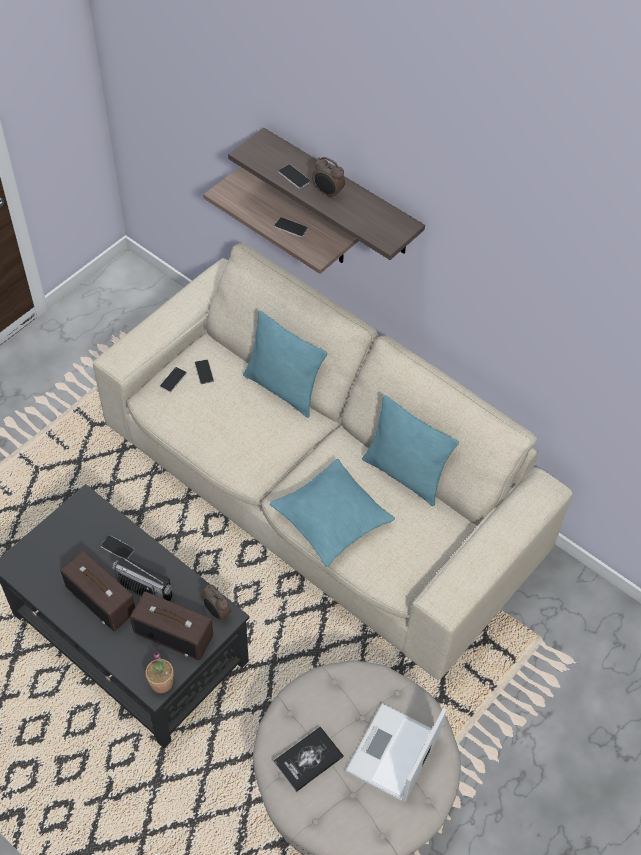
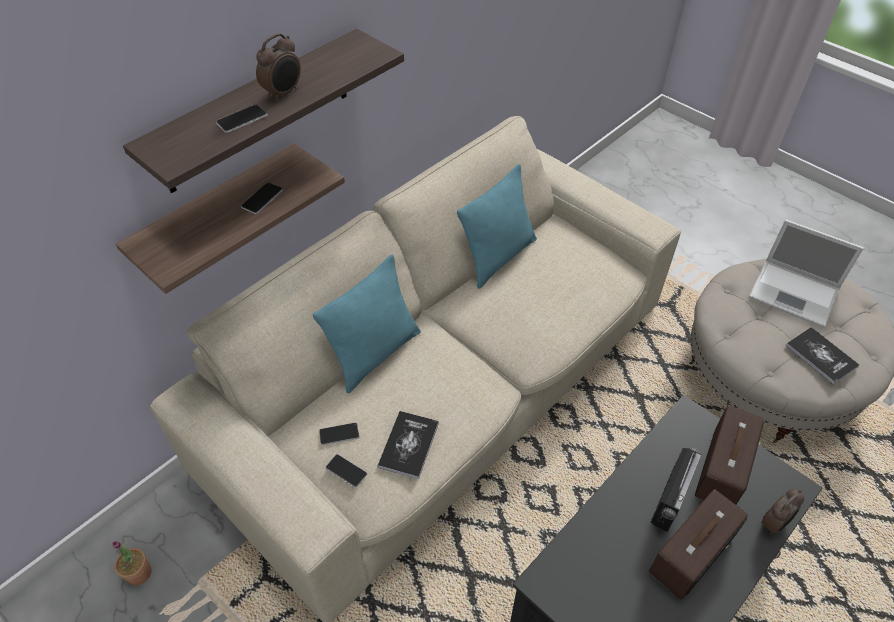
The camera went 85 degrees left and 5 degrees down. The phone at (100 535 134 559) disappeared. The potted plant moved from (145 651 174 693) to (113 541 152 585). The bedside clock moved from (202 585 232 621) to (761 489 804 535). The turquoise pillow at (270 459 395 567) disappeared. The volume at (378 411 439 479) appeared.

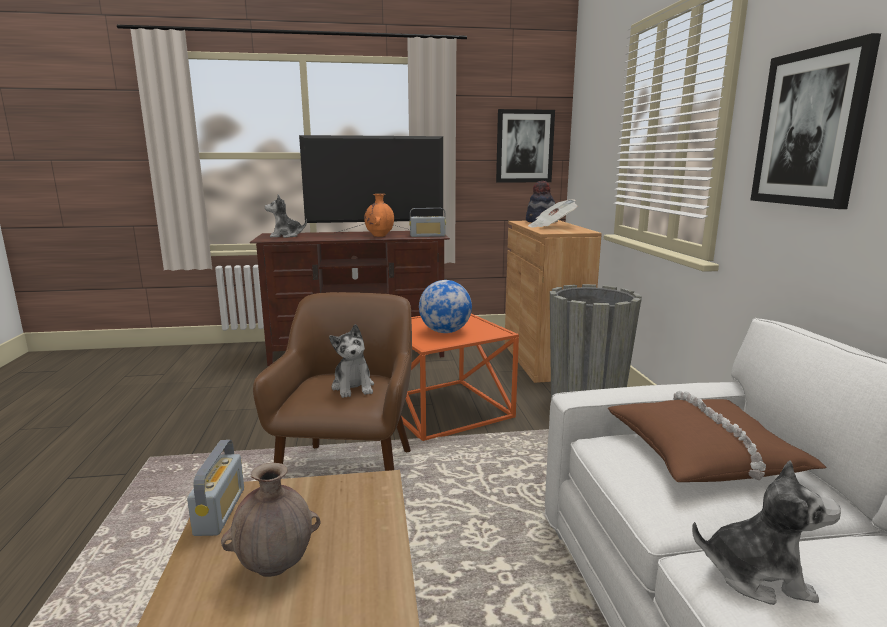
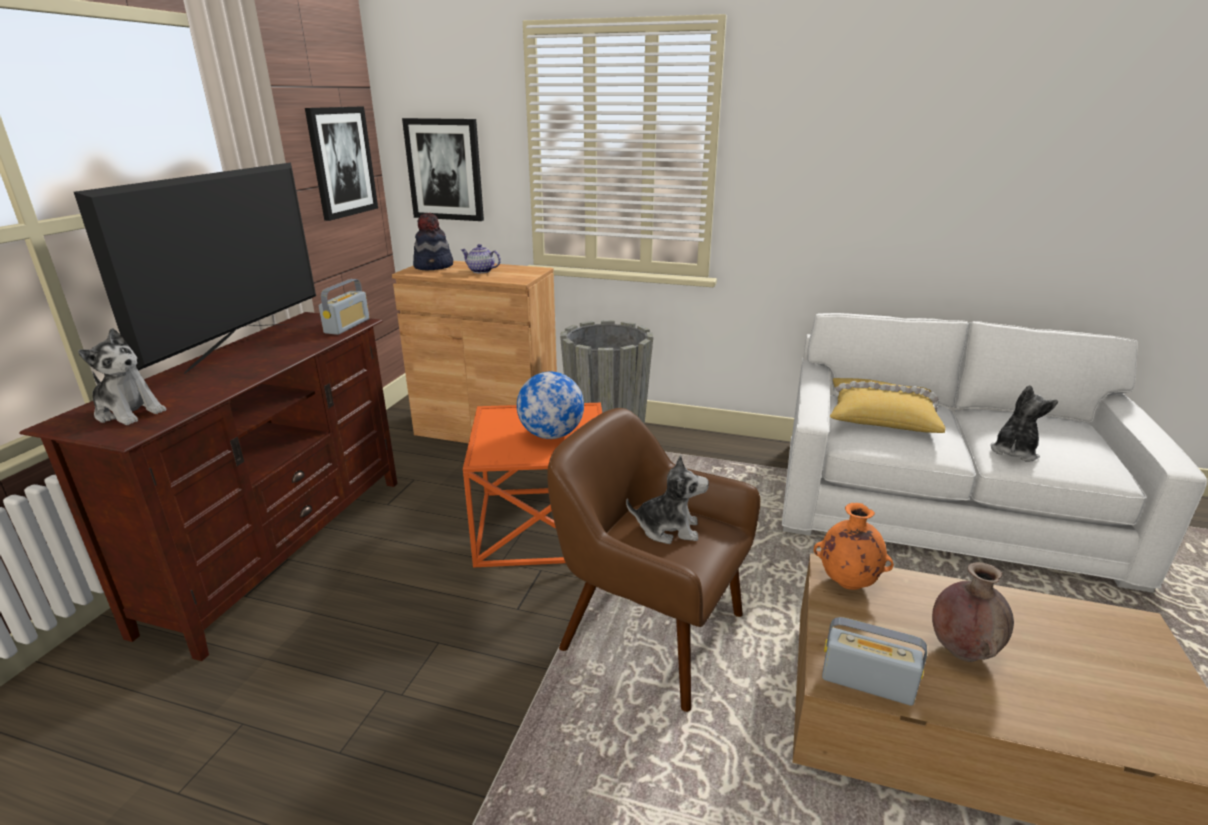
The camera went 65 degrees left and 10 degrees up. The cuddly toy at (265 194 307 238) turned 75 degrees counterclockwise. The orange vase moved from (364 194 394 237) to (814 503 894 590). The printed paper at (528 199 577 227) was replaced by the tea pot at (461 244 501 273). The brown-coloured pillow at (608 391 827 482) became the yellow-coloured pillow at (830 378 945 433). The wall picture moved from (751 33 881 209) to (402 118 484 221).

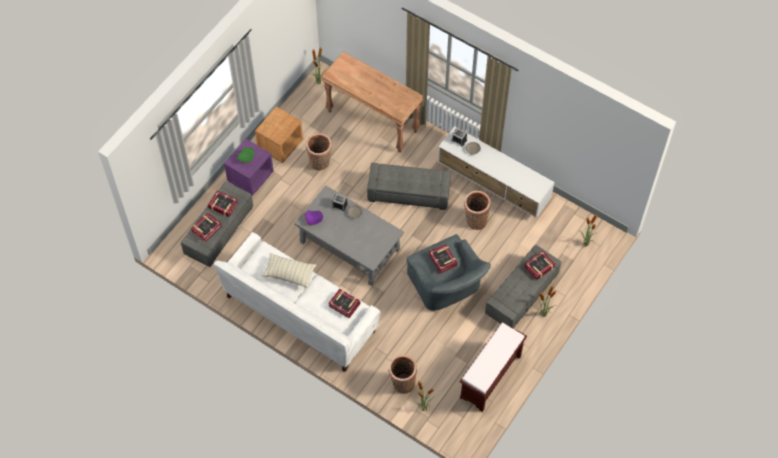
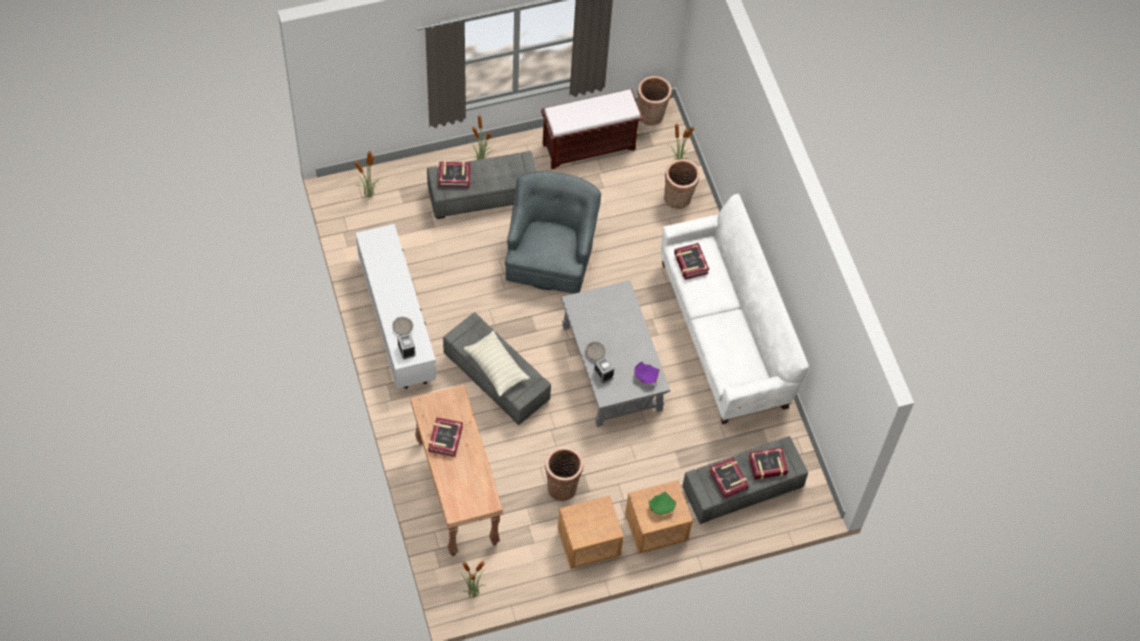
The camera went 145 degrees left and 0 degrees up. The purple bedside table at (224 139 274 196) became the brown-coloured bedside table at (625 480 693 554). The pillow moved from (261 253 317 288) to (463 331 530 397). The volume moved from (429 244 457 274) to (428 417 463 457). The household basket moved from (464 191 491 230) to (637 76 672 126).

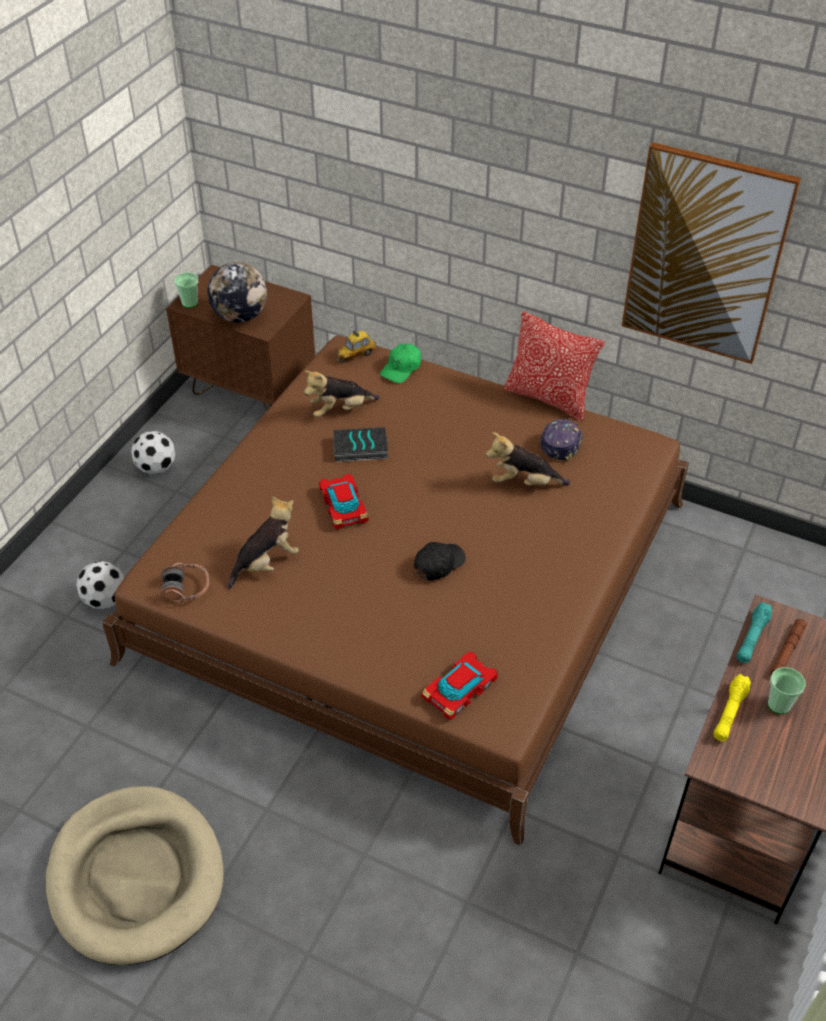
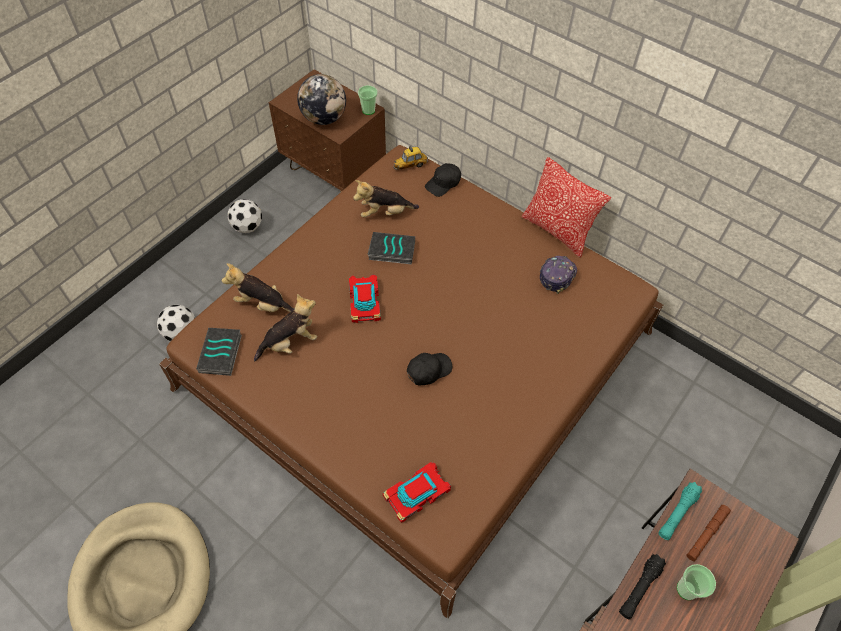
The camera went 10 degrees right and 10 degrees up. The headphones at (161 563 209 603) was replaced by the volume at (196 328 242 376). The drinking cup moved from (174 272 198 308) to (358 86 377 115). The green-coloured peaked cap at (380 344 421 383) became the black-coloured peaked cap at (425 163 461 197). The cuddly toy moved from (486 432 570 486) to (222 263 295 312). The wall picture at (622 142 801 364) disappeared. The yellow-coloured flashlight at (713 674 751 741) became the black-coloured flashlight at (619 554 666 620).

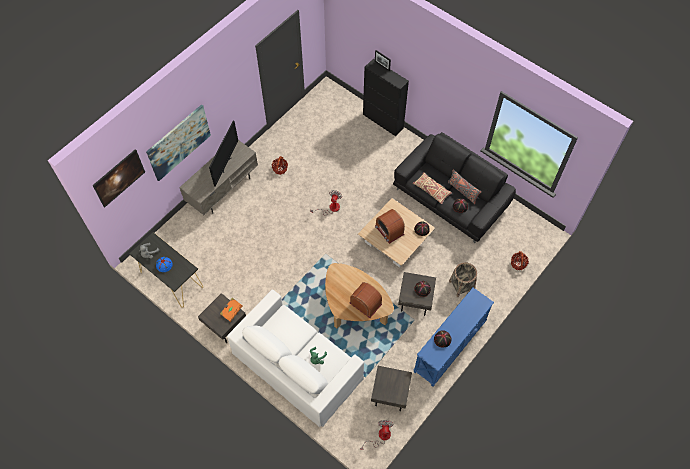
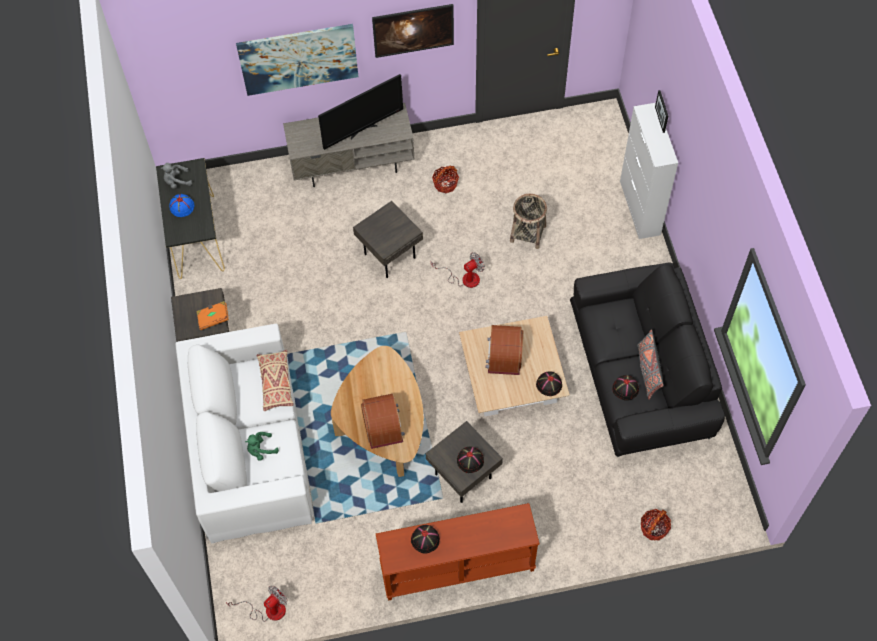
The camera went 40 degrees right and 0 degrees up. The wall picture moved from (92 149 145 207) to (372 4 454 58). The black-coloured storage cabinet at (363 59 409 136) became the white-coloured storage cabinet at (620 103 678 239). The gray accent table moved from (371 366 412 411) to (353 201 423 278). The sand-coloured pillow moved from (413 172 452 204) to (257 350 294 411). The blue-coloured hall table at (414 288 494 387) became the brown-coloured hall table at (376 503 540 601). The household basket moved from (449 262 477 297) to (510 194 547 249).

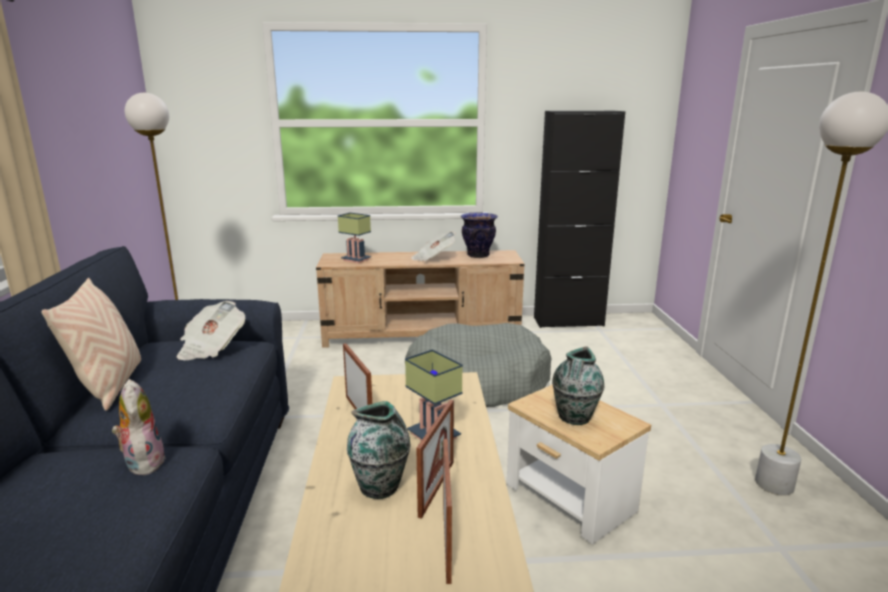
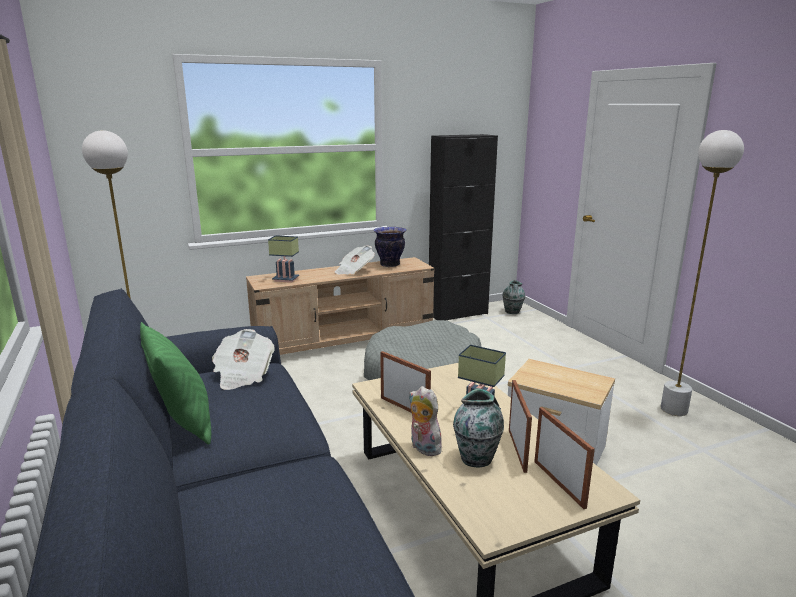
The camera went 20 degrees left and 0 degrees up. The sand-coloured pillow at (41 278 141 411) became the green-coloured pillow at (140 322 211 445). The cuddly toy moved from (112 379 166 475) to (409 386 446 456). The vase moved from (552 346 604 425) to (502 280 525 314).

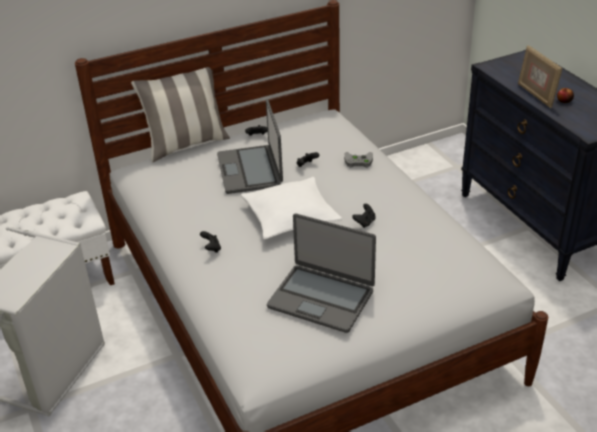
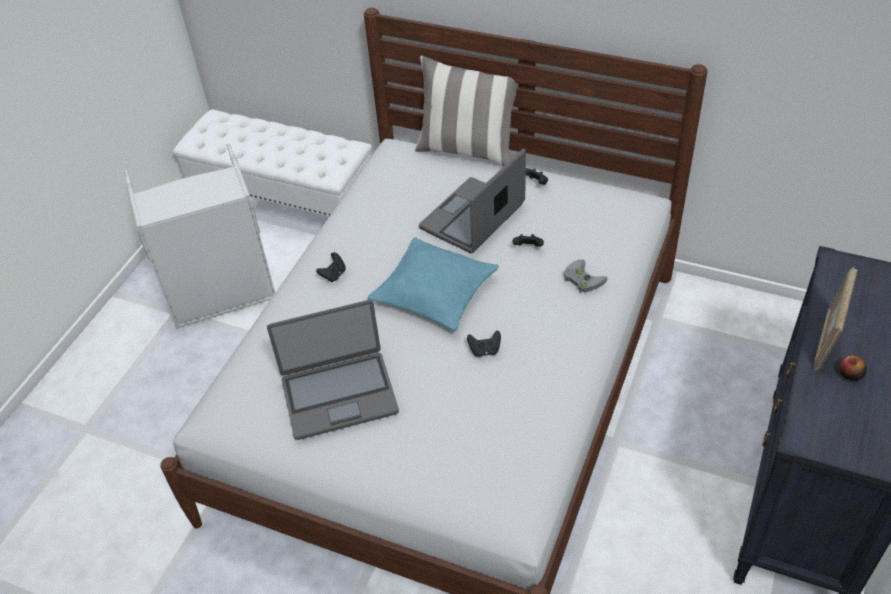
The camera went 50 degrees right and 10 degrees up. The white-coloured pillow at (241 177 342 240) became the turquoise pillow at (368 237 499 331). The laptop at (267 213 376 333) turned 90 degrees counterclockwise.

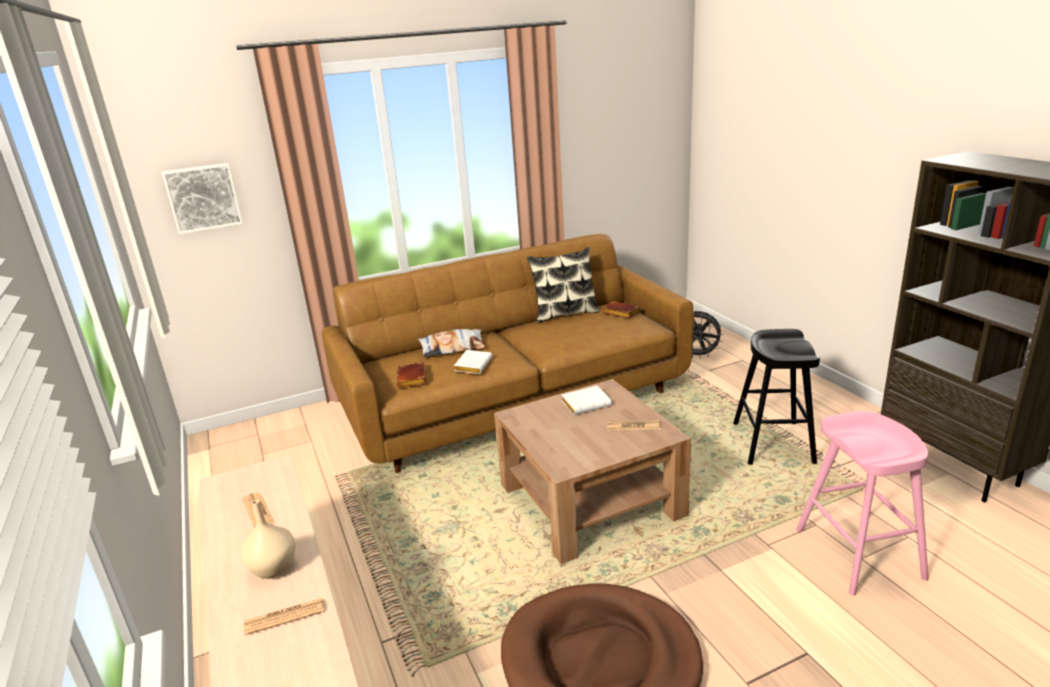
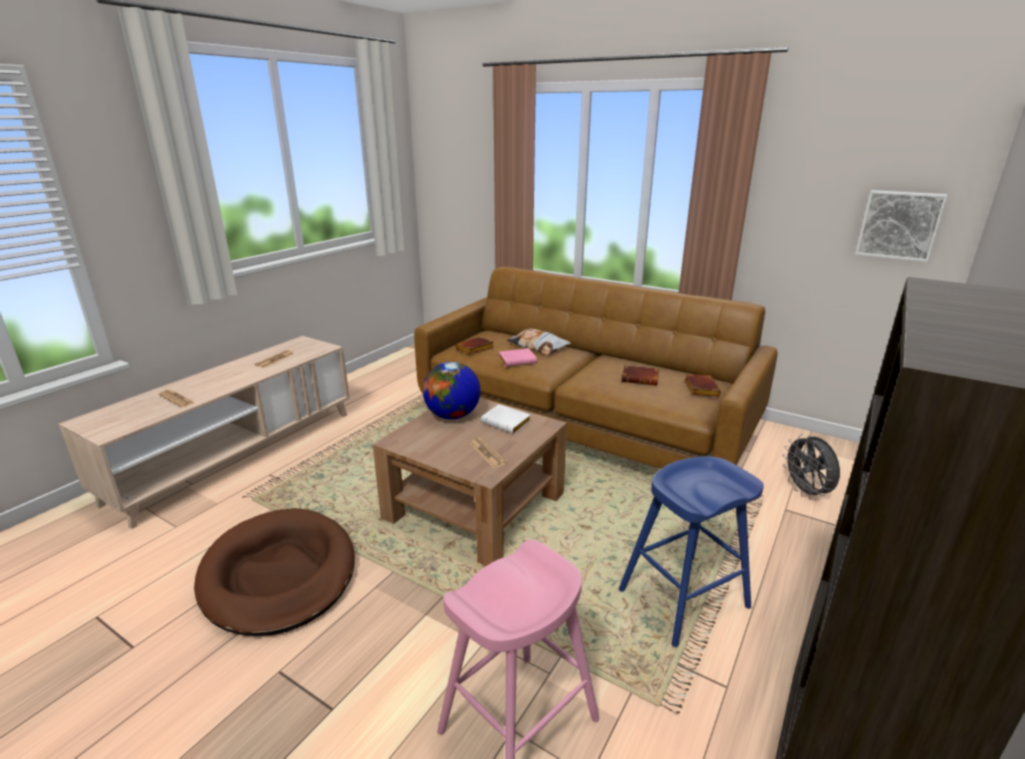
The camera went 55 degrees right and 0 degrees up. The wall picture moved from (162 163 243 234) to (855 190 948 262). The sand-coloured vase at (241 500 296 579) disappeared. The white-coloured volume at (454 350 492 374) became the pink-coloured volume at (499 348 537 367). The pillow at (527 247 600 323) disappeared. The black-coloured stool at (733 329 820 465) became the blue-coloured stool at (619 457 764 647). The desk globe at (422 362 481 419) appeared. The brown-coloured volume at (621 365 659 386) appeared.

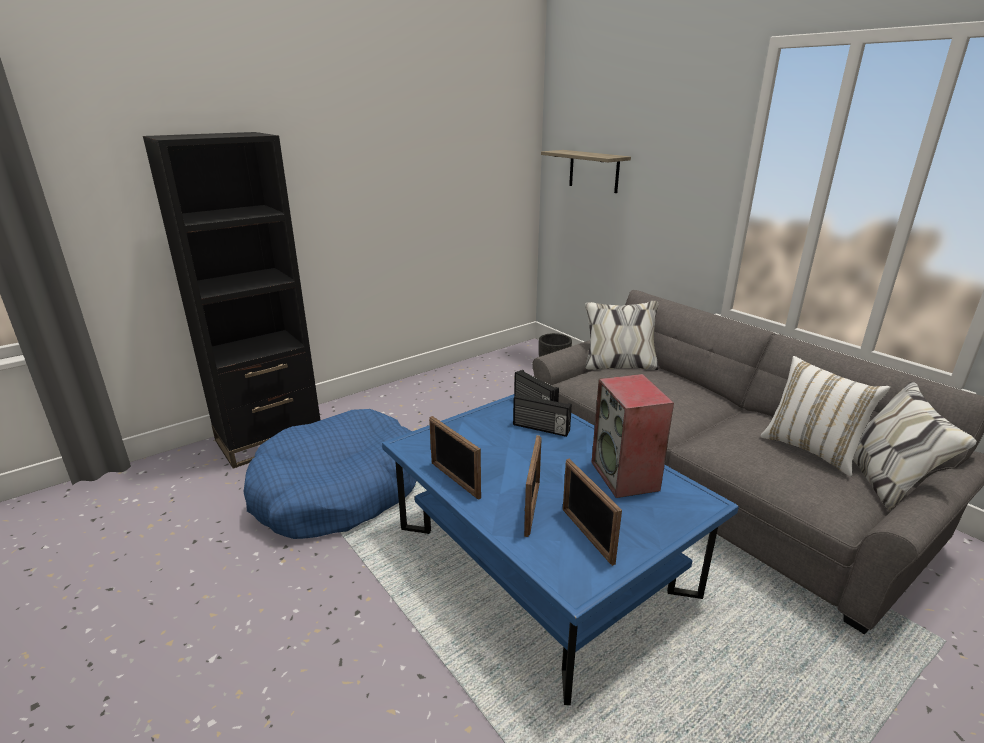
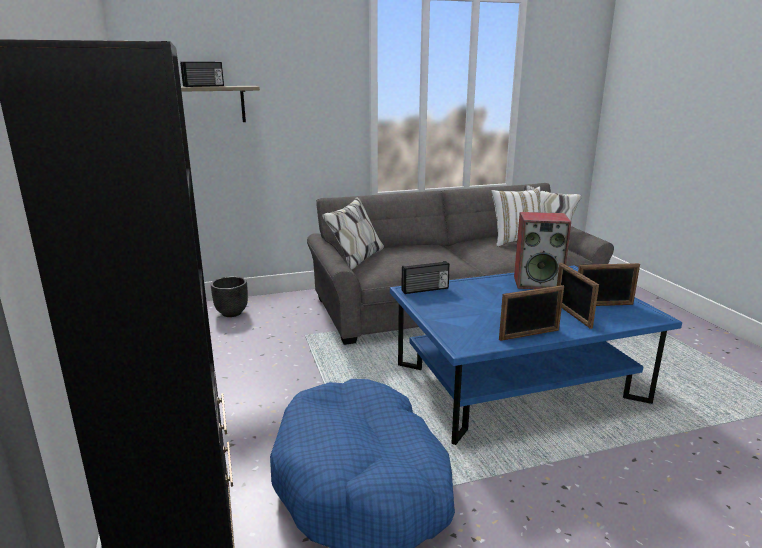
The camera went 70 degrees left and 5 degrees down. The radio set moved from (513 393 572 437) to (180 62 224 87). The standing frame at (524 435 542 537) turned 135 degrees counterclockwise.

